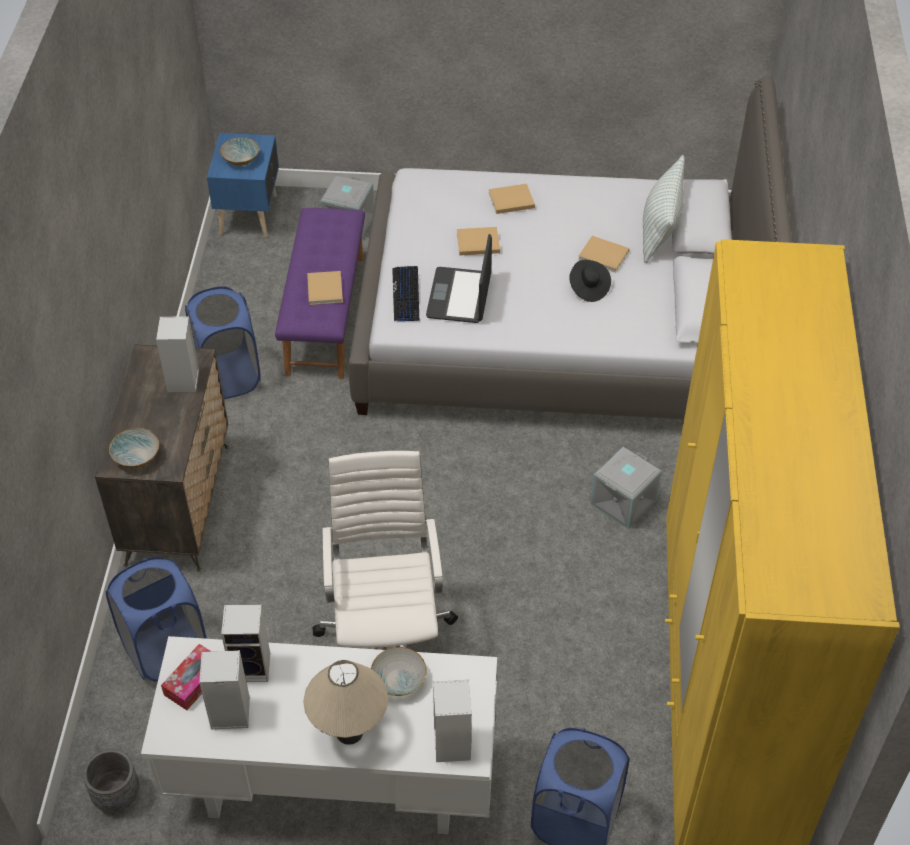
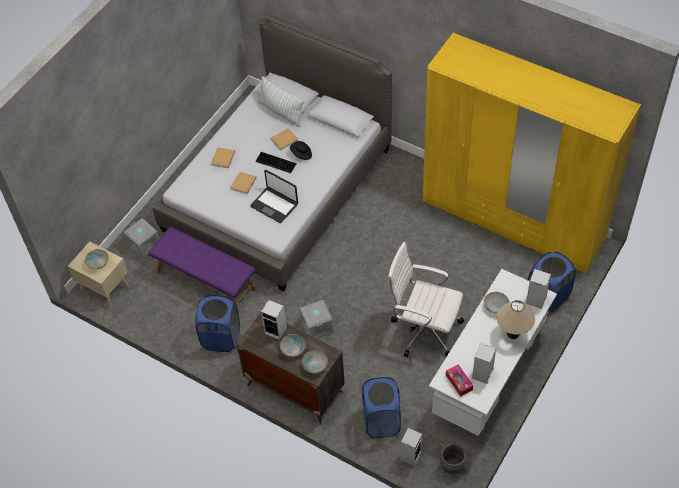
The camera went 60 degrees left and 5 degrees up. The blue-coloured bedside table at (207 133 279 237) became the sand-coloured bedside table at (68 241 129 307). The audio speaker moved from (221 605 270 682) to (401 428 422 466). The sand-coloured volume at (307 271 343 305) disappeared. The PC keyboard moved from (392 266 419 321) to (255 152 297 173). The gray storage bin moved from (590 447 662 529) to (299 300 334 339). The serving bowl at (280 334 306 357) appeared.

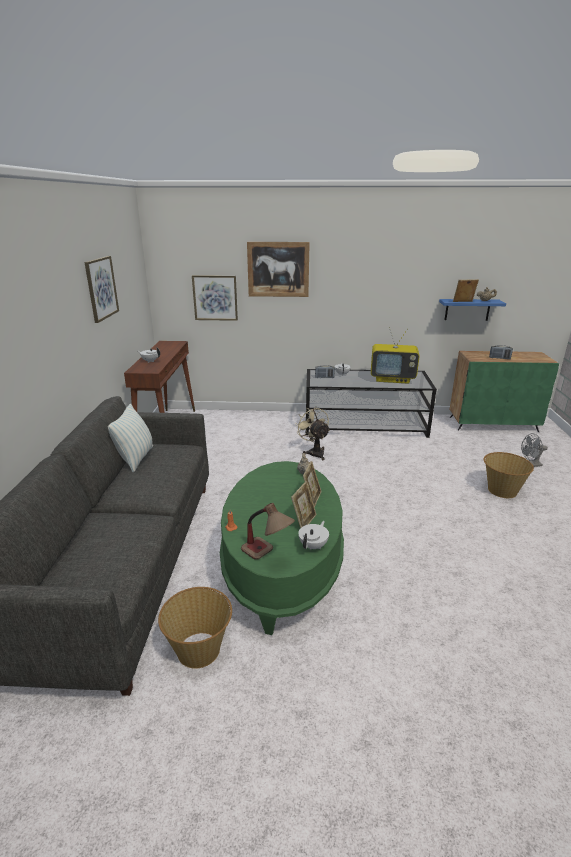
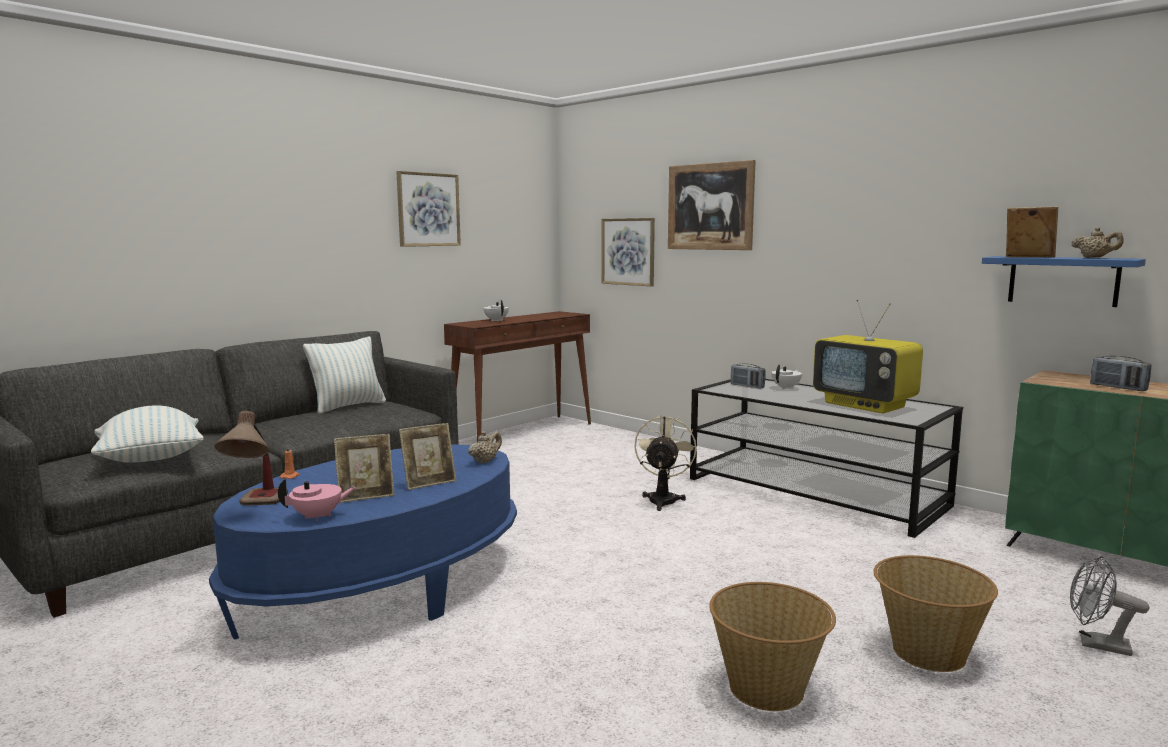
The camera went 40 degrees right and 15 degrees down. The household basket moved from (158 587 232 669) to (709 582 836 711). The green-coloured low table at (220 461 344 635) became the blue-coloured low table at (209 444 517 640). The white-coloured tea pot at (298 521 329 550) became the pink-coloured tea pot at (278 478 356 522). The pillow at (91 405 203 463) appeared.

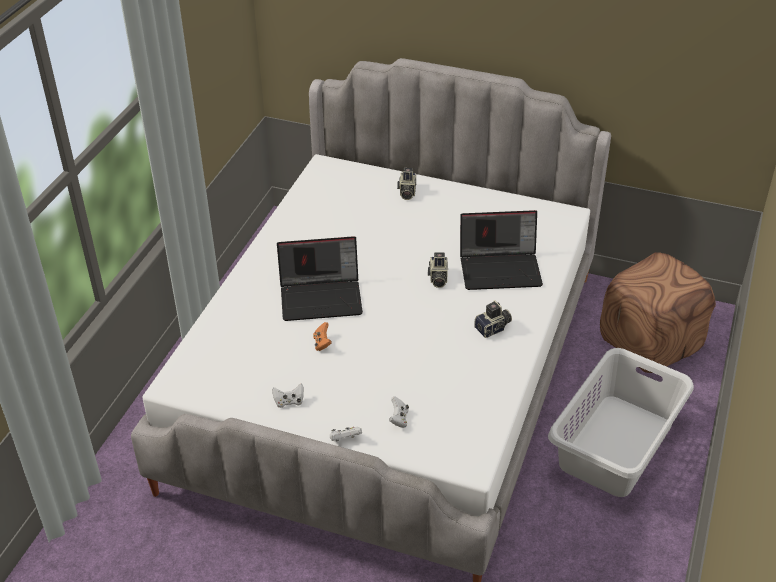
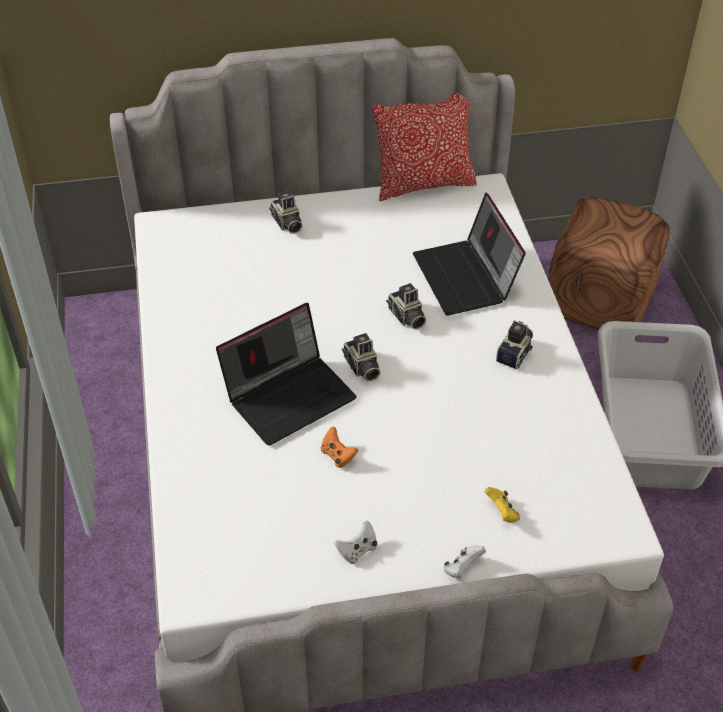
The camera went 30 degrees left and 5 degrees up. The white-coloured joypad at (389 396 409 428) became the yellow-coloured joypad at (484 487 520 523). The laptop at (460 210 543 290) turned 105 degrees clockwise. The still camera at (342 333 381 381) appeared. The pillow at (372 93 477 201) appeared.

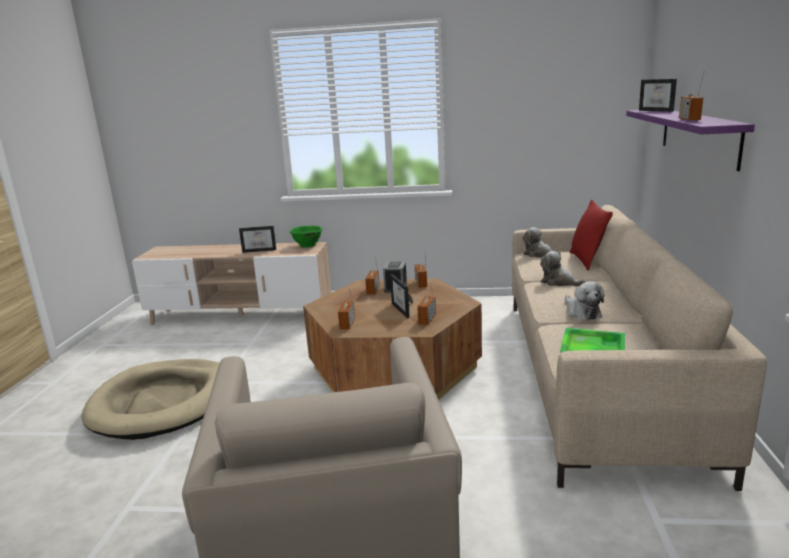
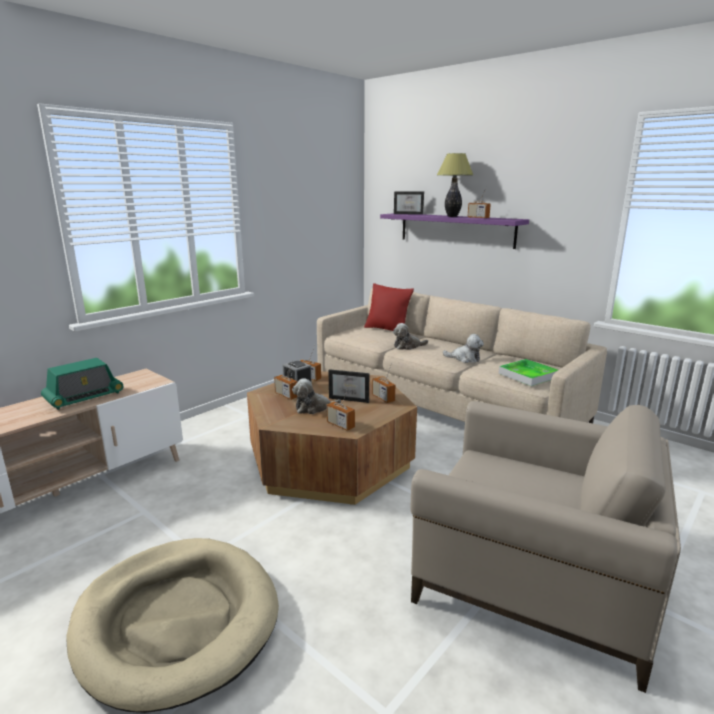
The camera went 55 degrees left and 0 degrees up. The standing frame at (239 226 276 253) was replaced by the radio set at (41 358 123 410). The green-coloured serving bowl at (290 226 322 248) disappeared. The cuddly toy moved from (523 227 561 258) to (292 378 341 414). The table lamp at (437 153 473 217) appeared.

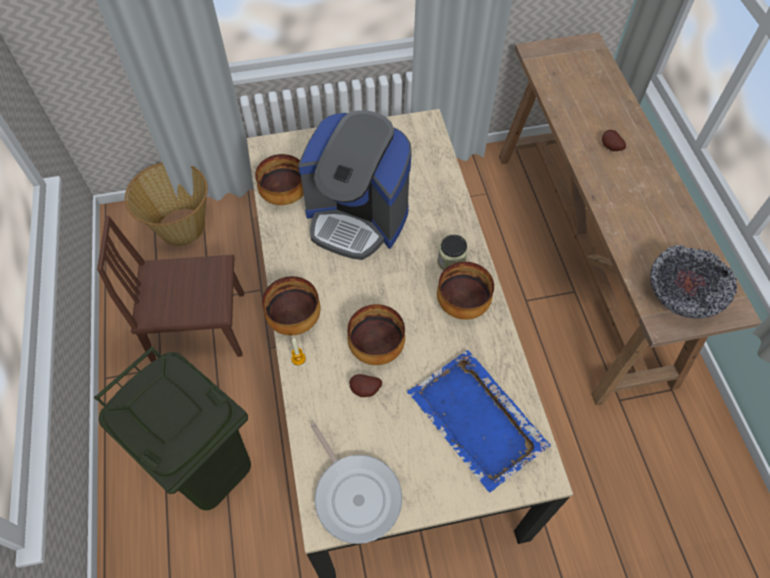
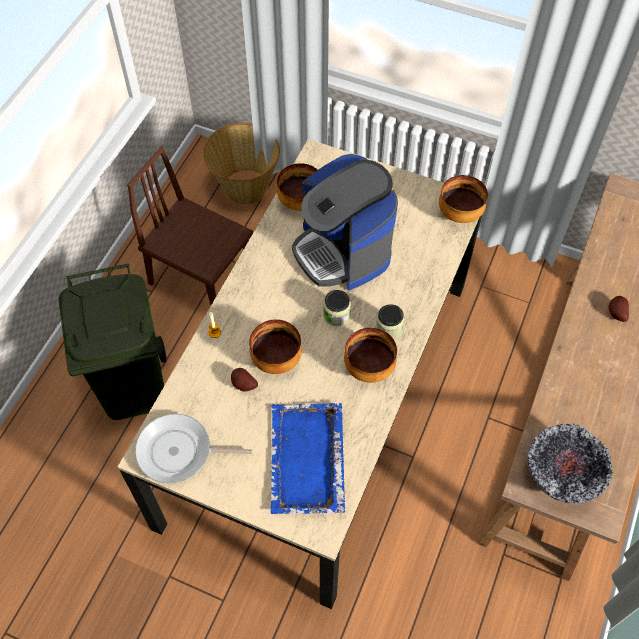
The camera went 35 degrees right and 0 degrees up. The serving bowl moved from (262 276 321 335) to (439 175 488 223). The skillet at (310 423 402 544) turned 90 degrees clockwise. The jar at (323 290 351 326) appeared.

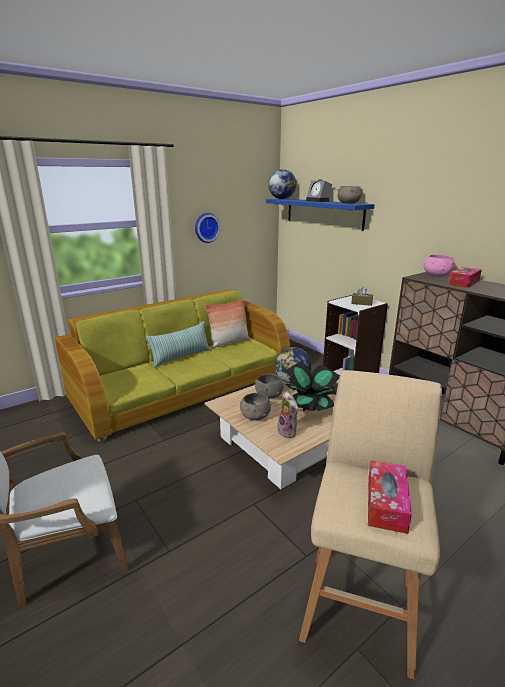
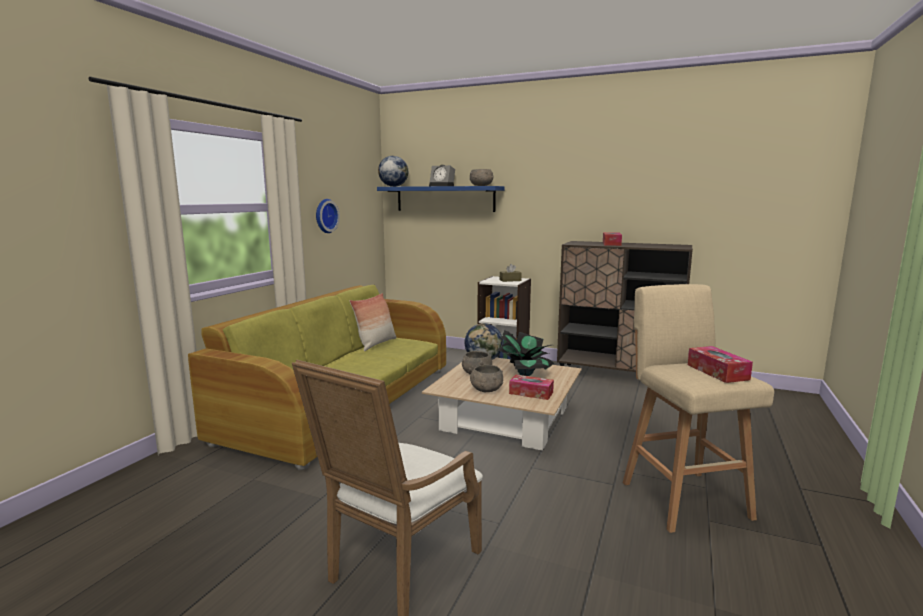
The camera went 30 degrees left and 10 degrees down. The pillow at (146 321 211 368) disappeared. The cuddly toy at (277 391 298 438) was replaced by the tissue box at (509 375 554 400). The pink-coloured serving bowl at (423 255 455 277) disappeared.

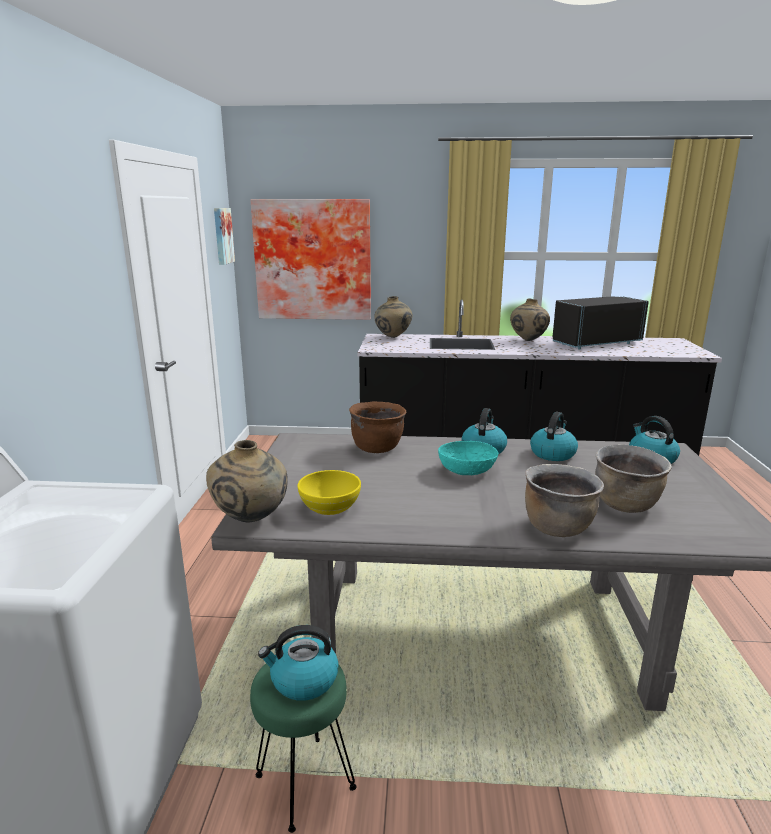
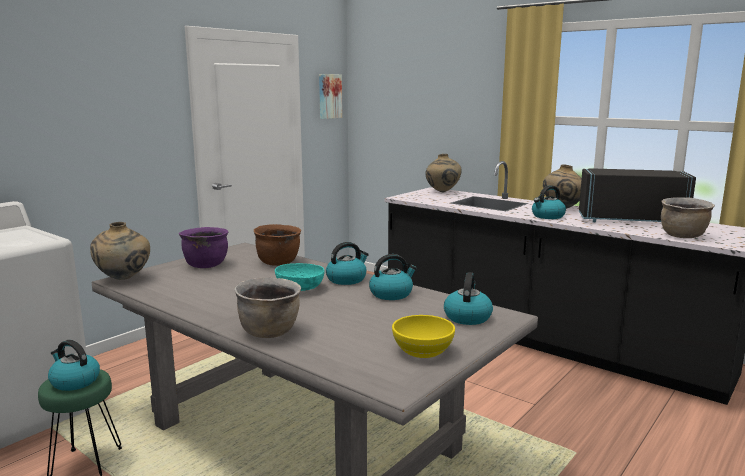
The camera went 35 degrees right and 5 degrees down. The wall picture at (250 199 371 320) disappeared. The yellow-coloured serving bowl moved from (297 470 361 515) to (392 315 455 358). The brown-coloured saucepot moved from (595 444 672 513) to (661 197 715 238). The purple saucepot at (179 227 228 268) appeared. The tea kettle at (532 185 566 219) appeared.

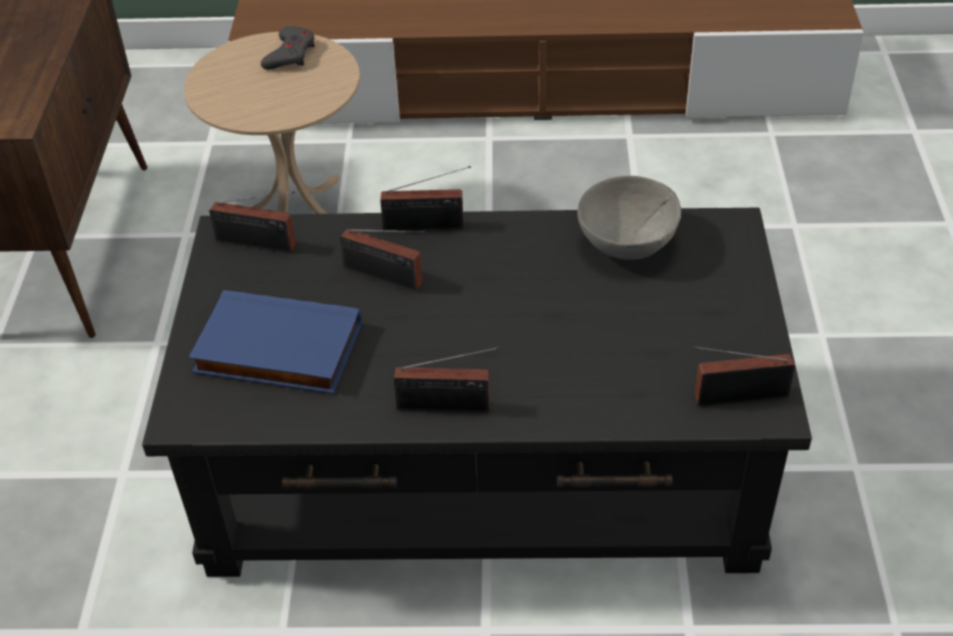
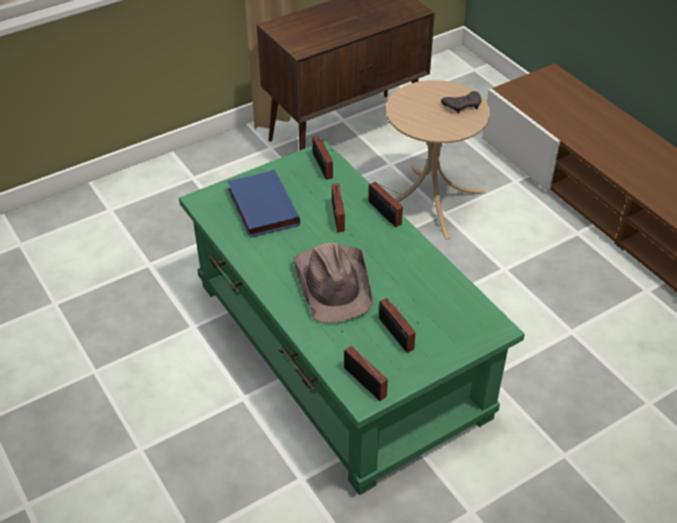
The camera went 55 degrees right and 0 degrees up. The black-coloured low table at (142 207 812 577) became the green-coloured low table at (179 141 525 495). The radio set moved from (394 347 500 413) to (379 298 419 353). The gray serving bowl at (577 176 681 260) disappeared. The brown-coloured hat at (293 243 373 323) appeared.

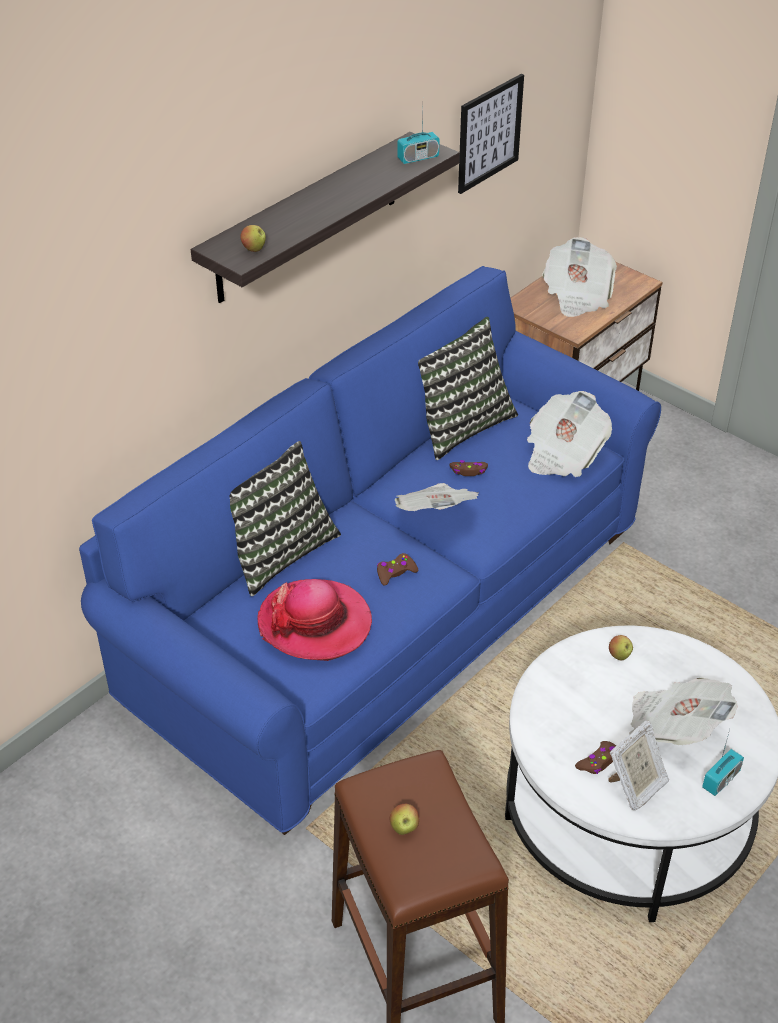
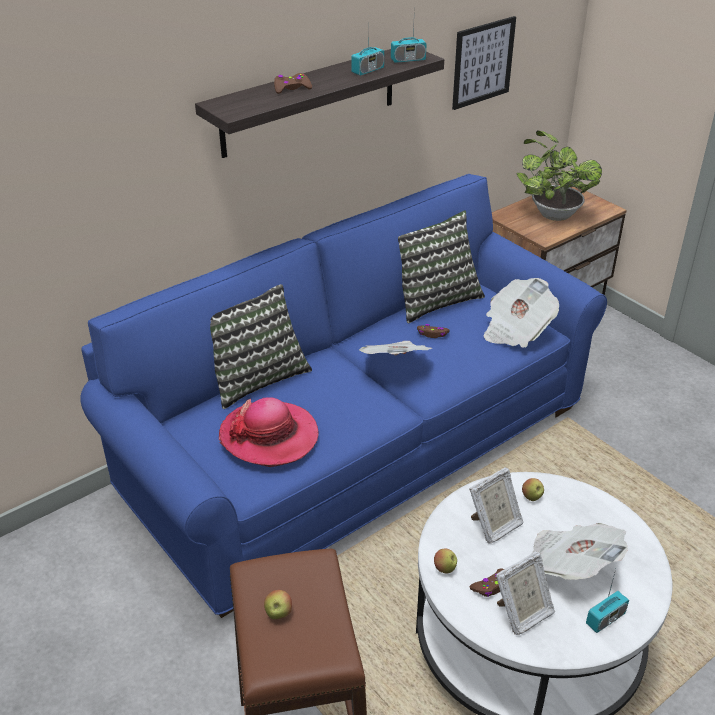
The camera went 10 degrees right and 5 degrees down. The apple fruit moved from (240 225 266 252) to (434 549 457 573). The brown-coloured joypad moved from (377 553 418 586) to (274 73 312 94). The printed paper at (542 237 617 317) was replaced by the potted plant at (517 130 602 221). The radio set at (351 16 384 76) appeared. The standing frame at (469 467 524 544) appeared.

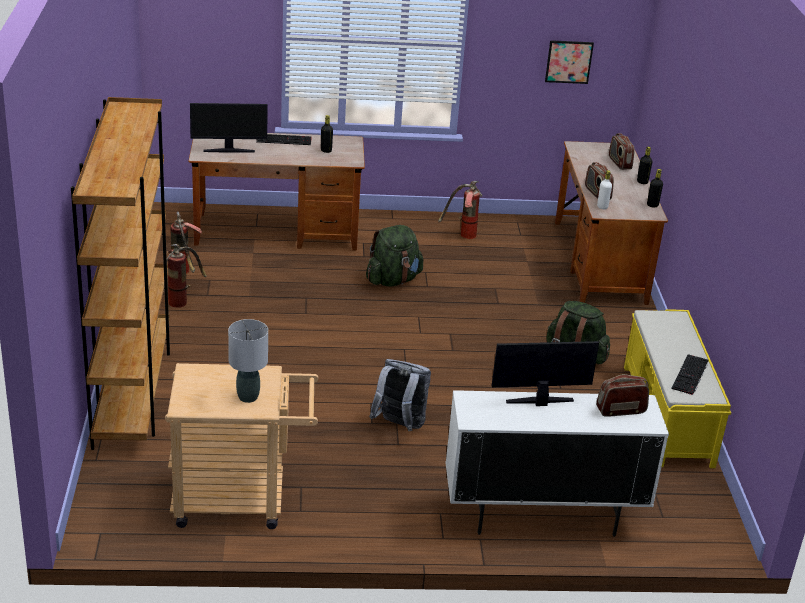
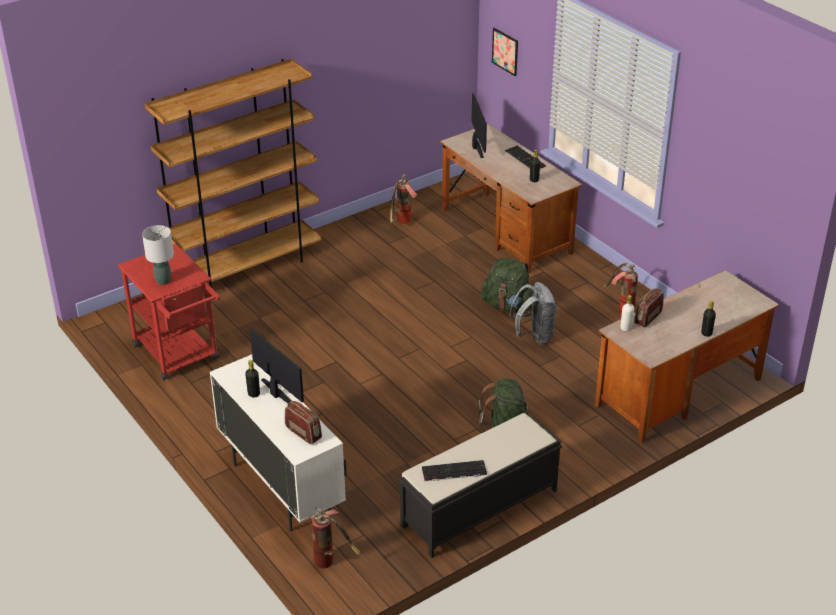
The camera went 60 degrees right and 5 degrees up. The sand-coloured cart at (165 363 318 529) became the reddish cart at (118 244 220 380). The extinguisher moved from (167 244 207 308) to (311 507 360 569). The computer display at (190 103 267 153) turned 150 degrees counterclockwise. The gray knapsack moved from (369 359 431 431) to (509 282 557 345). The wall picture moved from (545 40 594 84) to (492 28 518 76). The radio set at (609 133 635 170) disappeared. The yellow-coloured indoor bench at (624 309 731 468) became the black-coloured indoor bench at (398 413 562 558). The black-coloured bottle moved from (647 169 663 207) to (245 360 260 398).

